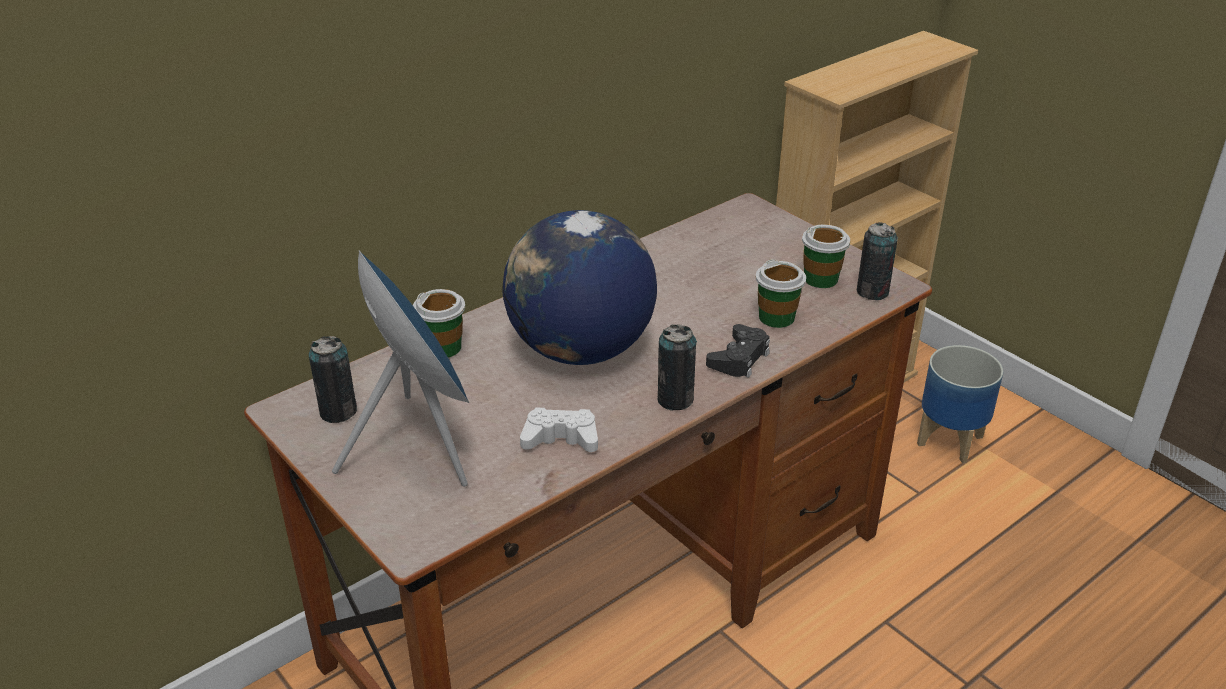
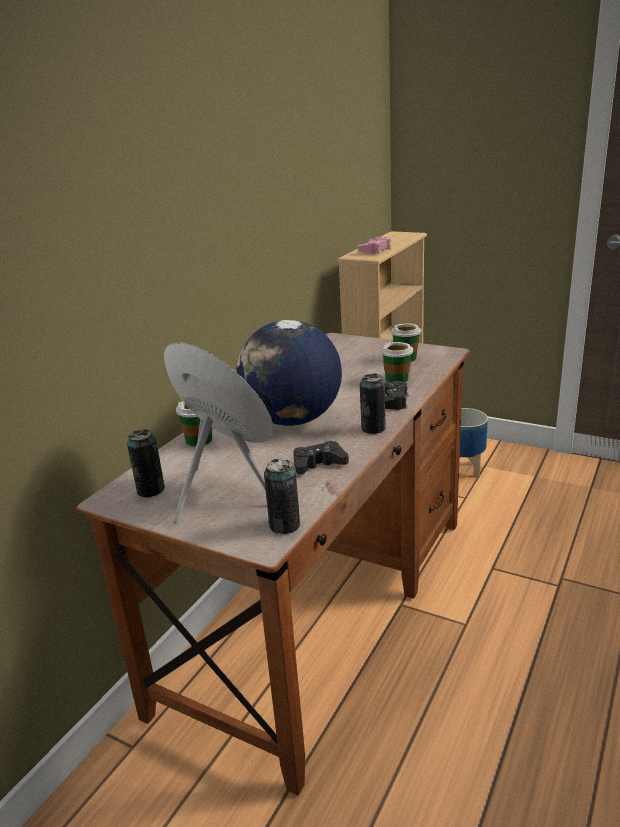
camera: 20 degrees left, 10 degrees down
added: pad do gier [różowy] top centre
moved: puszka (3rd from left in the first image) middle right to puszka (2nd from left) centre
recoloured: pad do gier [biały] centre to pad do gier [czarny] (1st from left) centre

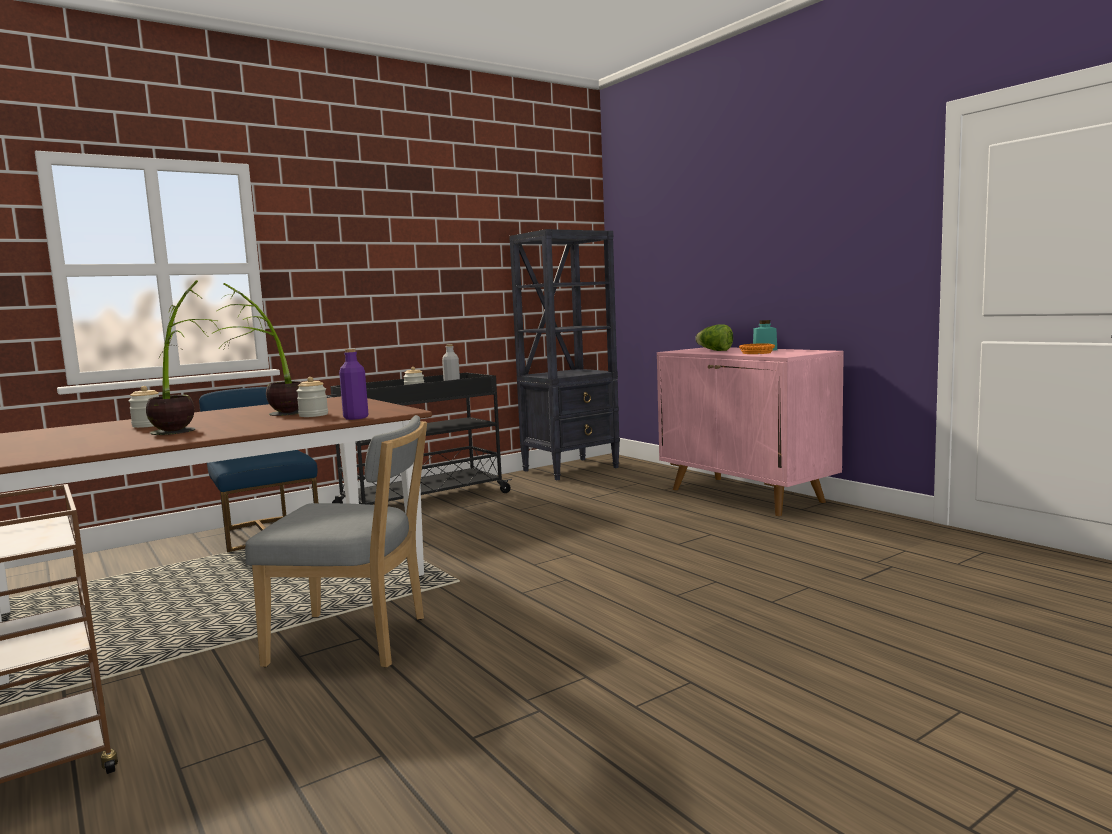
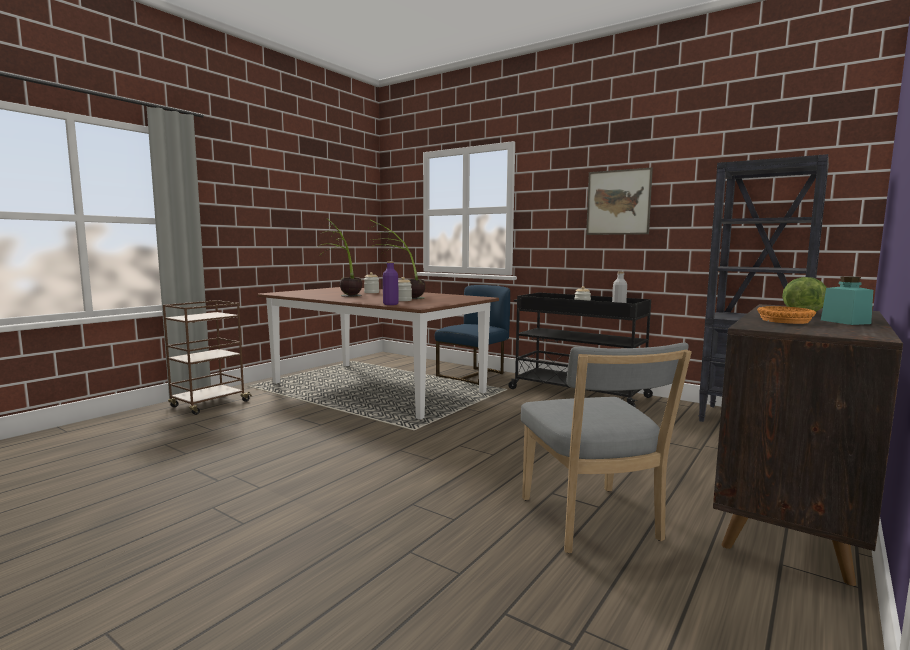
camera: 70 degrees right, 0 degrees up
added: obraz top right
moved: krzesło [szary] middle left to bottom centre
recoloured: szafka [różowy] middle right to szafka [brązowy] bottom right

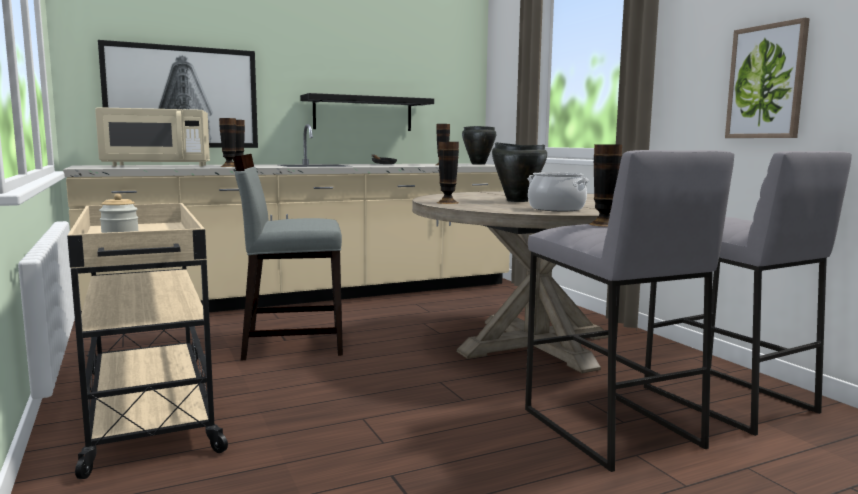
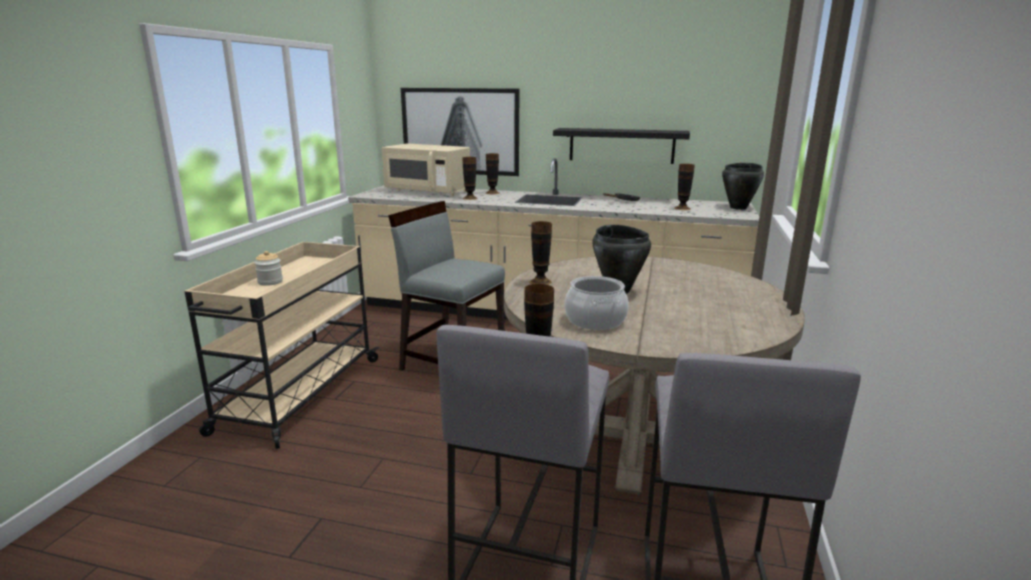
camera: 40 degrees right, 10 degrees up
removed: obraz (2nd from left) top right

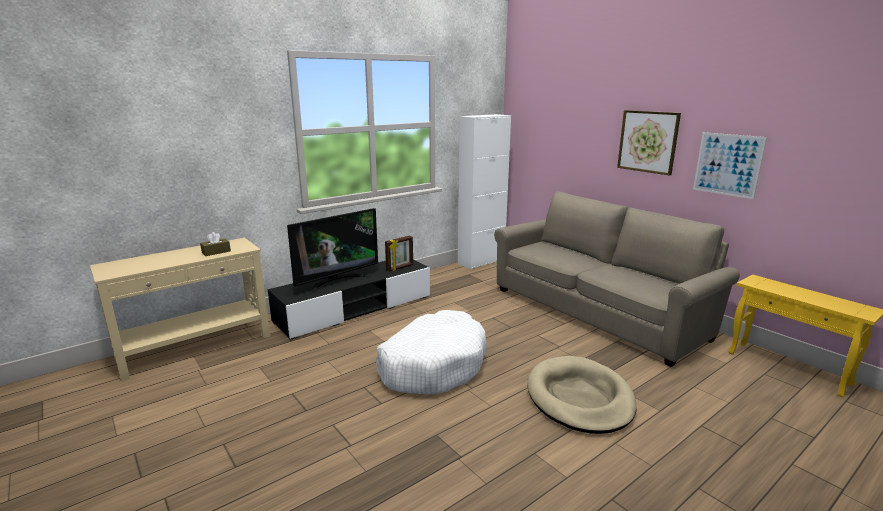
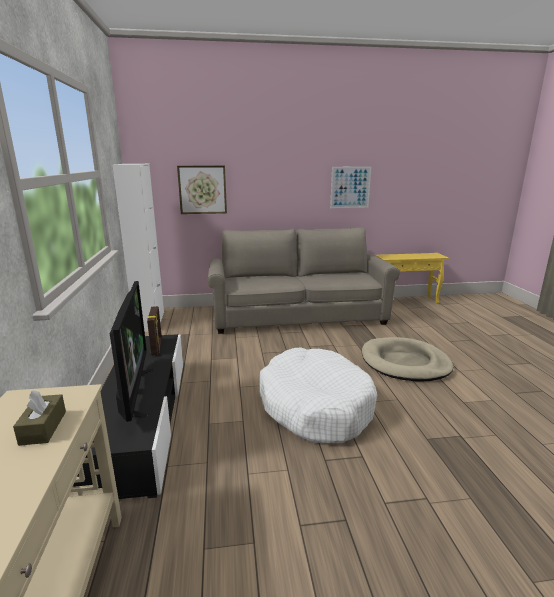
camera: 60 degrees left, 0 degrees up
moved: obraz (1st from left) top right to top centre

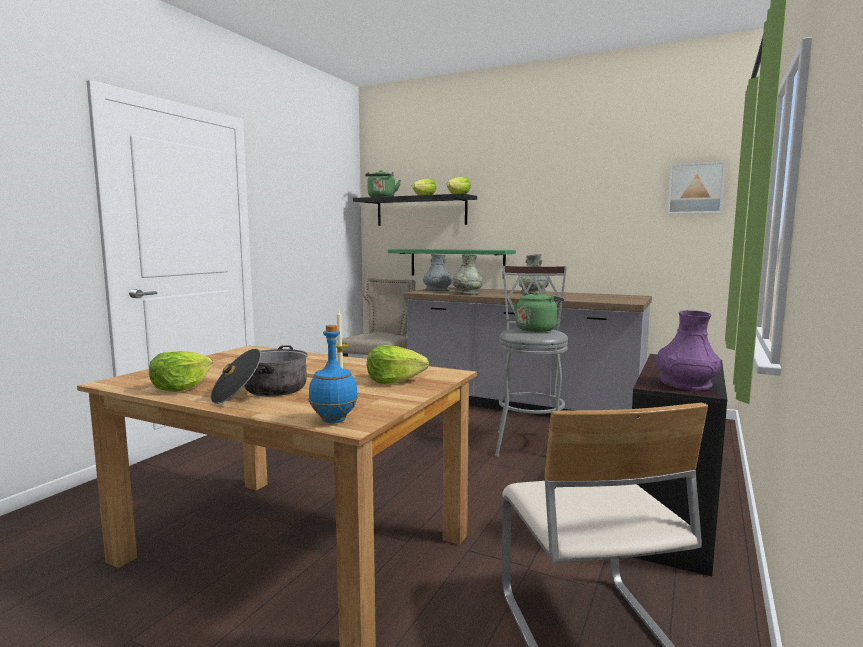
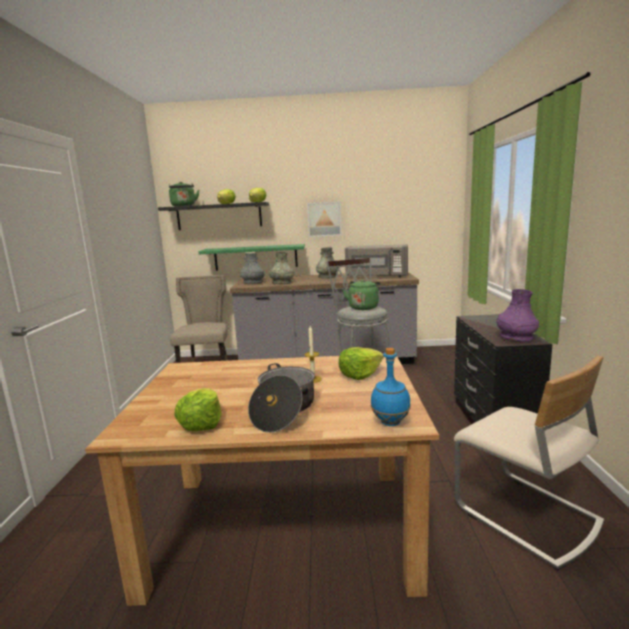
camera: 25 degrees left, 5 degrees up
added: mikrofalówka [szary] centre
moved: obraz top right to centre

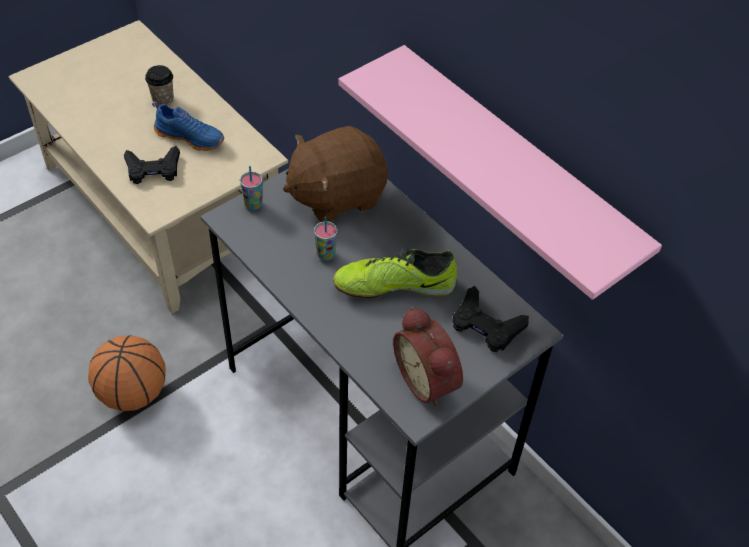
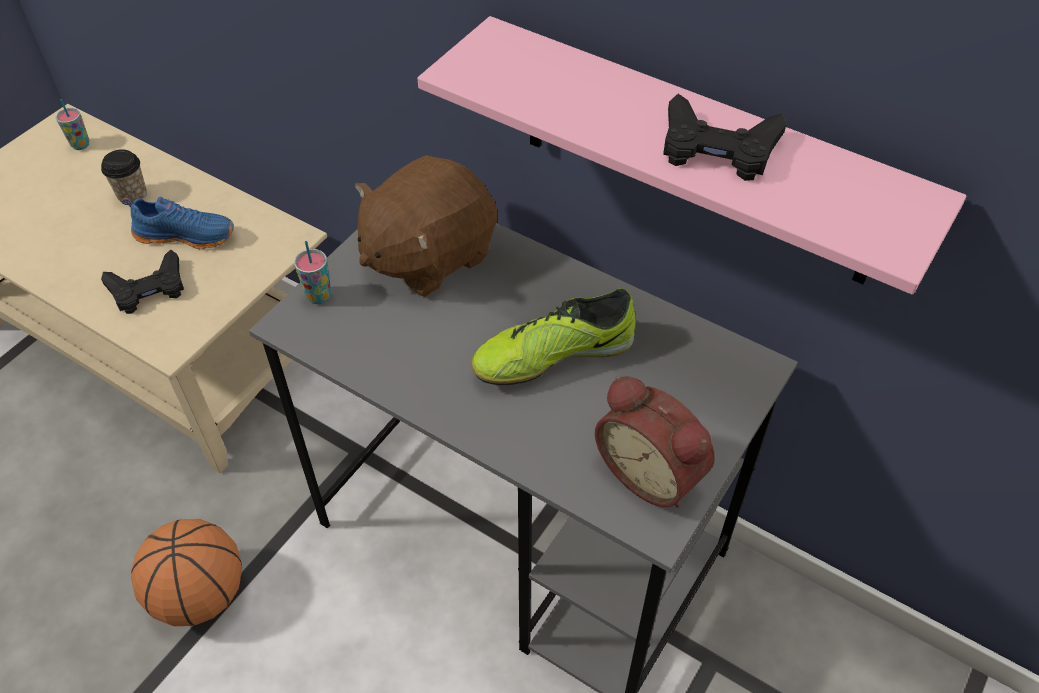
camera: 15 degrees left, 0 degrees up
moved: filiżanka (3rd from left in the first image) centre to filiżanka (1st from left) top left; pad do gier [czarny] (2nd from left) centre to top right

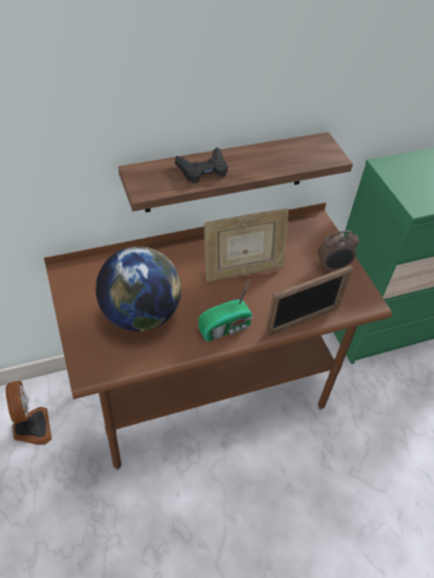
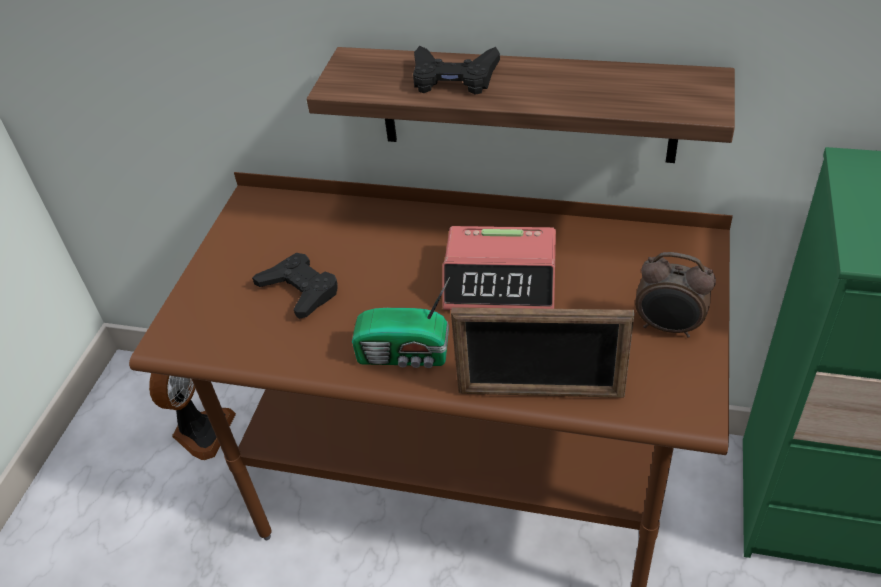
camera: 40 degrees right, 5 degrees down
replaced: globus middle left to pad do gier [czarny] (1st from left) centre; ramka na zdjęcie (1st from left) centre to budzik (1st from left) centre

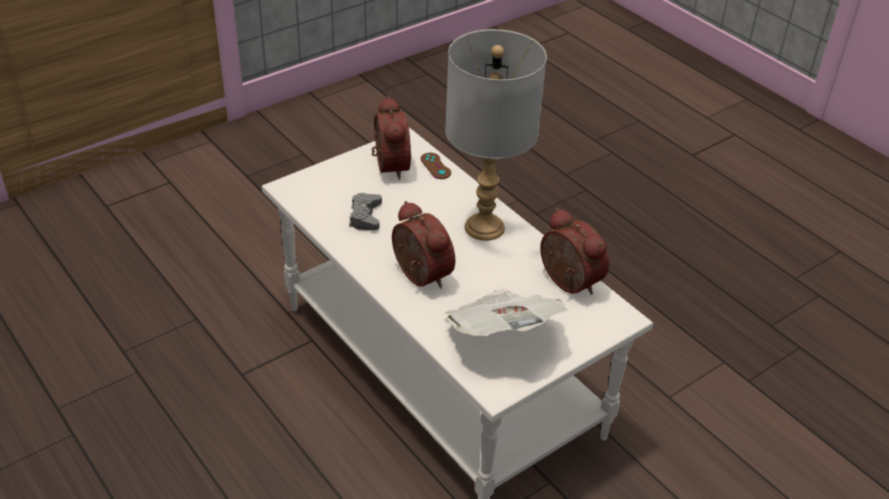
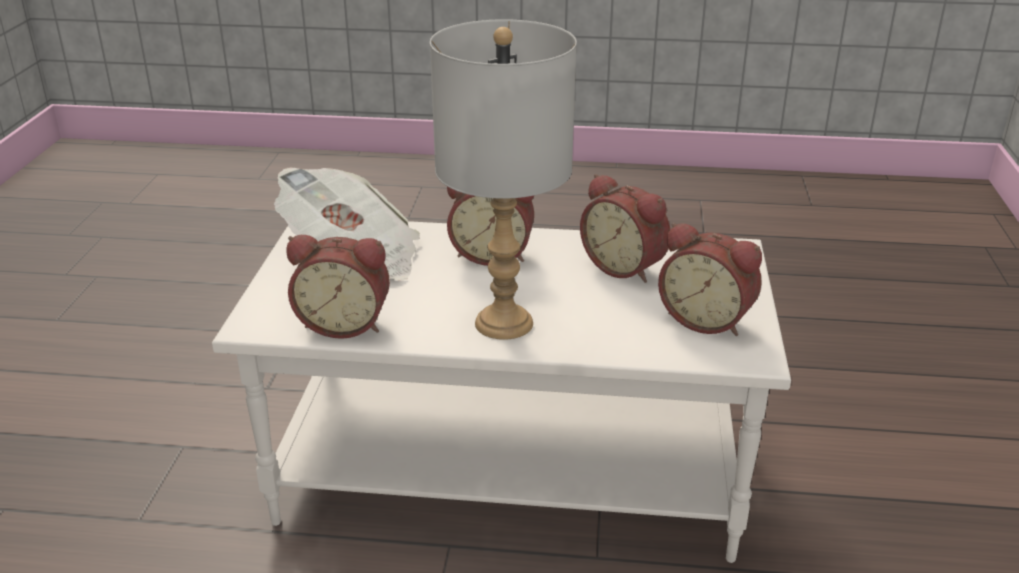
camera: 135 degrees right, 10 degrees down
removed: pad do gier [brązowy] top centre
replaced: pad do gier [szary] centre to budzik (3rd from left) centre

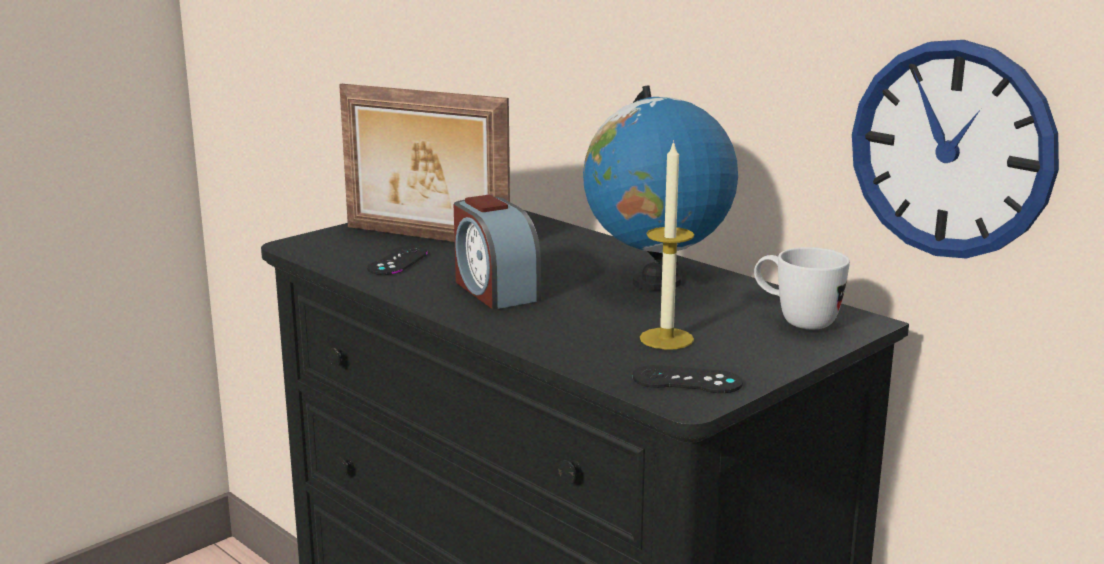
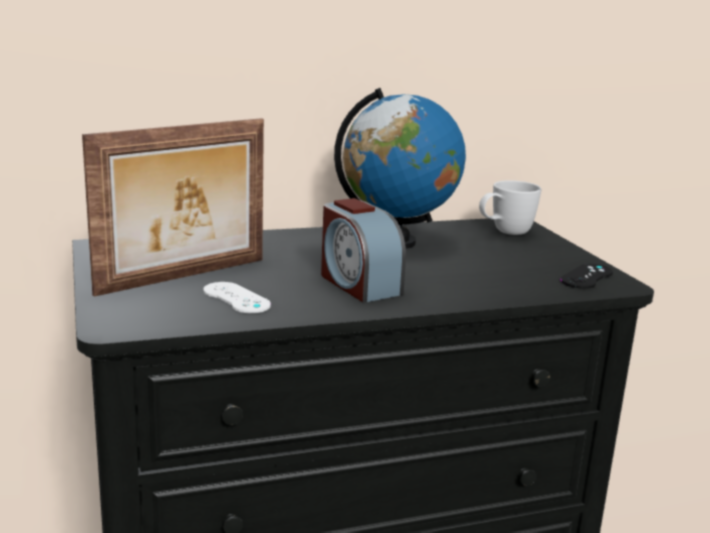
camera: 65 degrees left, 0 degrees up
removed: świeca centre; zegar ścienny top right
recoloured: pad do gier [czarny] (1st from left) centre to pad do gier [biały] centre
turned: budzik centre = centre 60 degrees clockwise

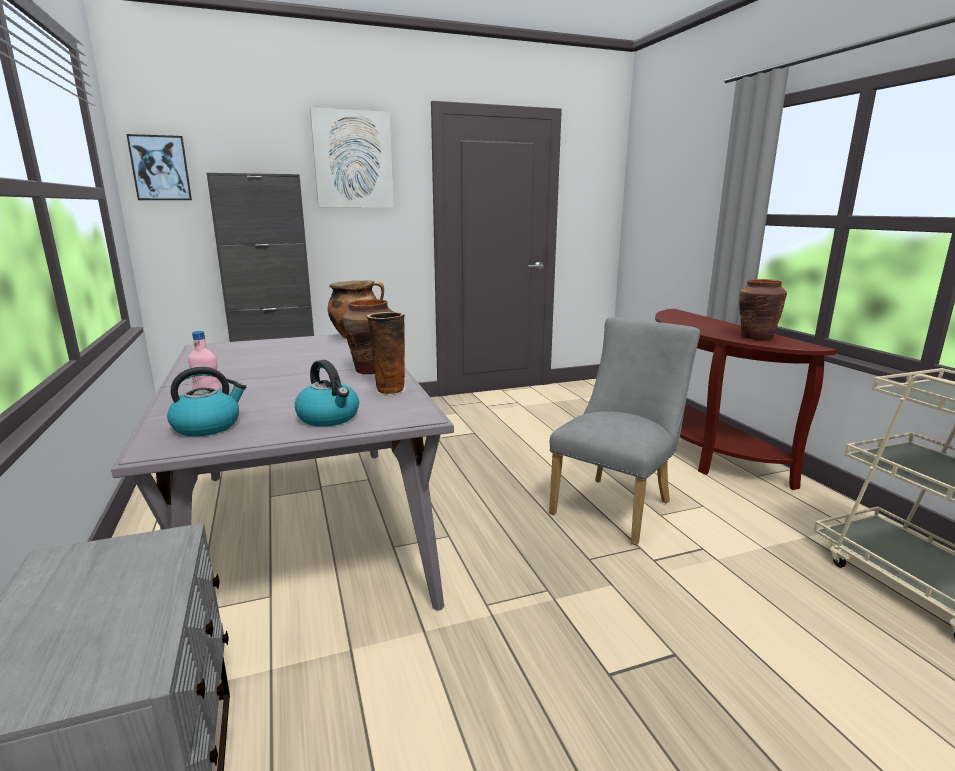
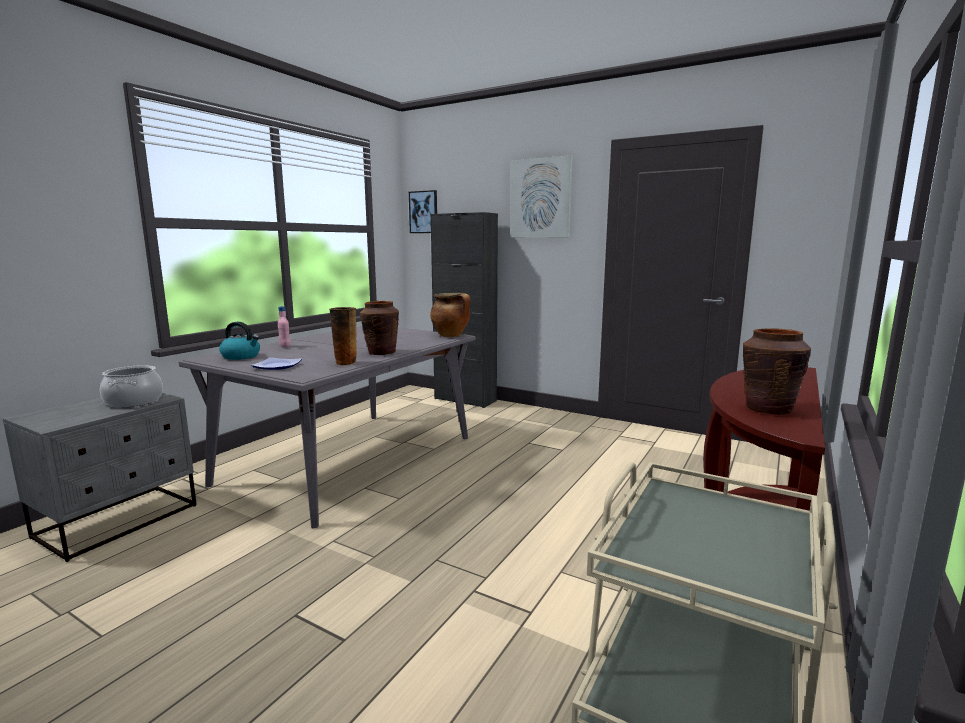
camera: 50 degrees right, 5 degrees down
removed: krzesło [szary] centre
added: garnek (1st from left) middle left
replaced: czajnik (2nd from left) centre to talerz middle left

